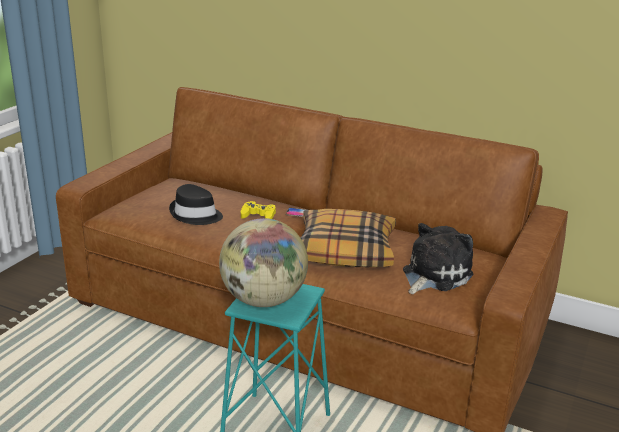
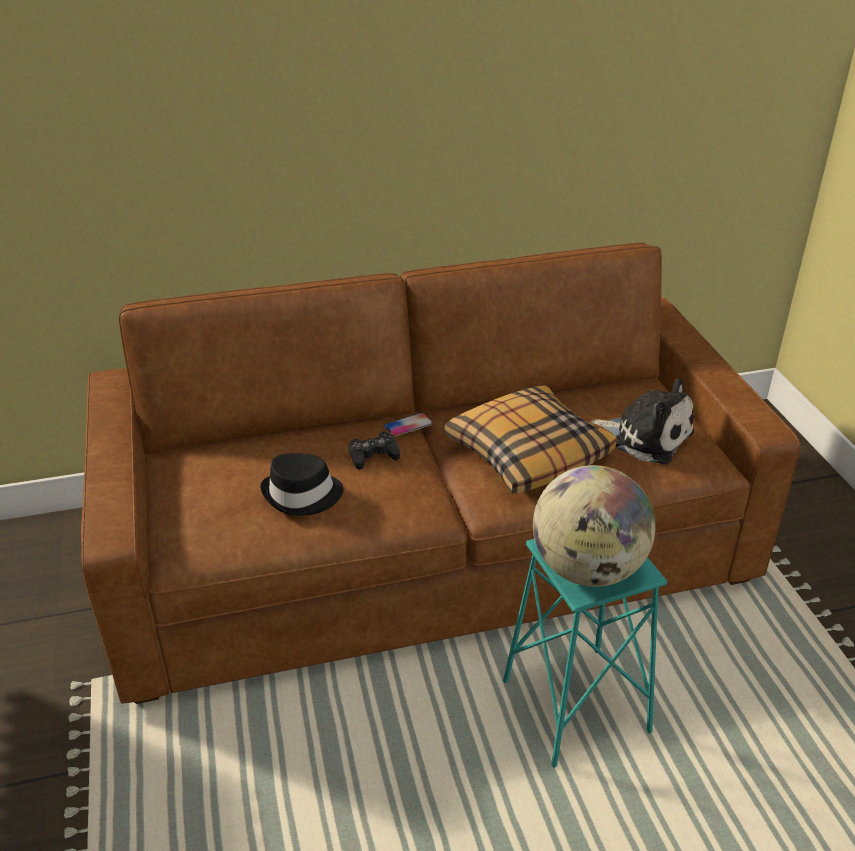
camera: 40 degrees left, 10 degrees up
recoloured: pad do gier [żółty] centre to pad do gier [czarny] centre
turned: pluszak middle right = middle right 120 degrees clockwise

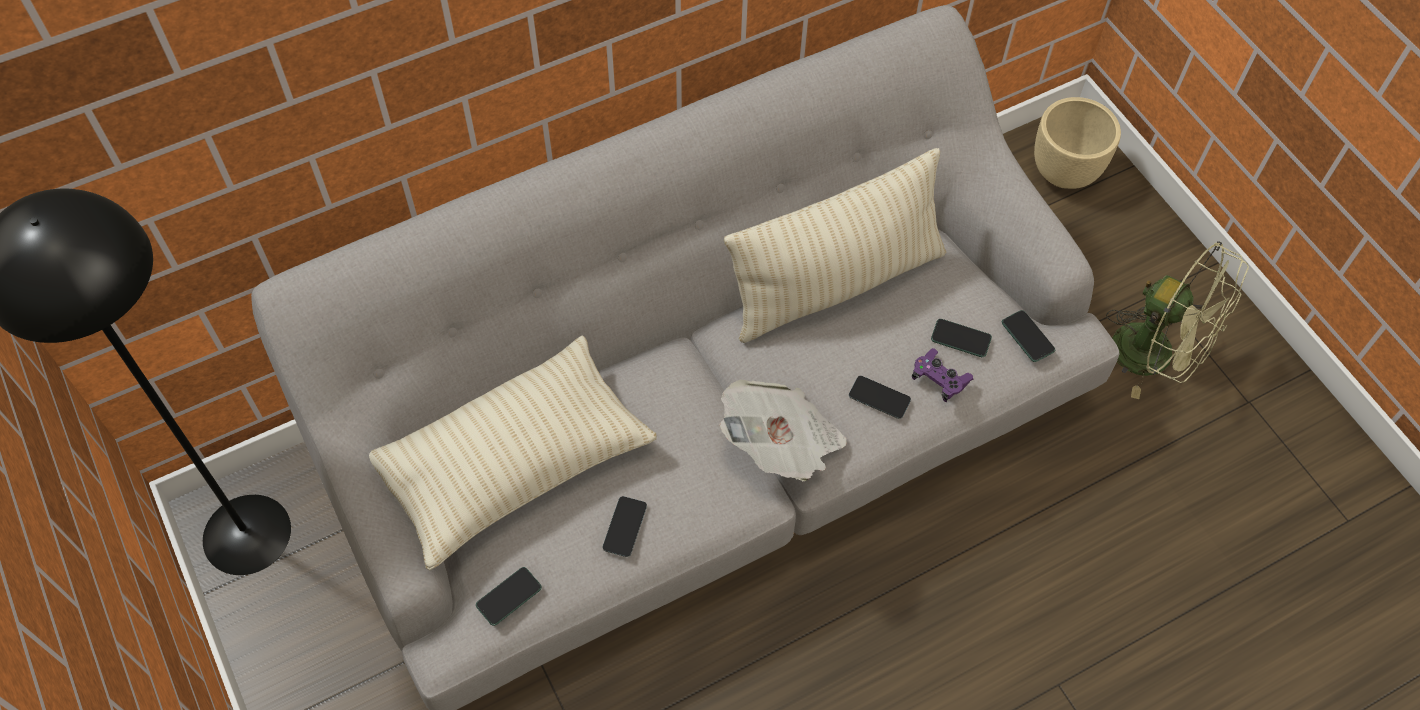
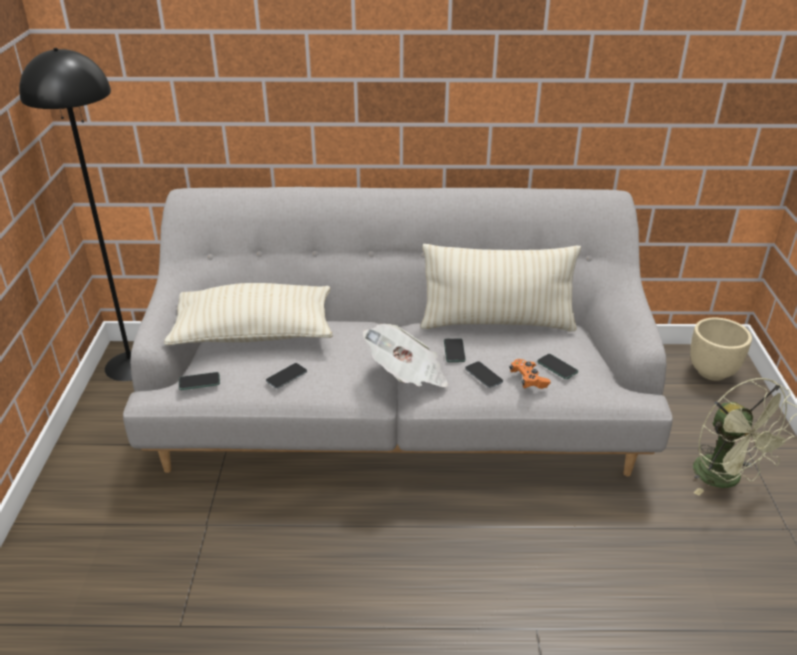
camera: 30 degrees right, 25 degrees down
moved: telefon (5th from left in the first image) middle right to telefon (3rd from left) centre
recoloured: pad do gier [fioletowy] centre to pad do gier [pomarańczowy] centre

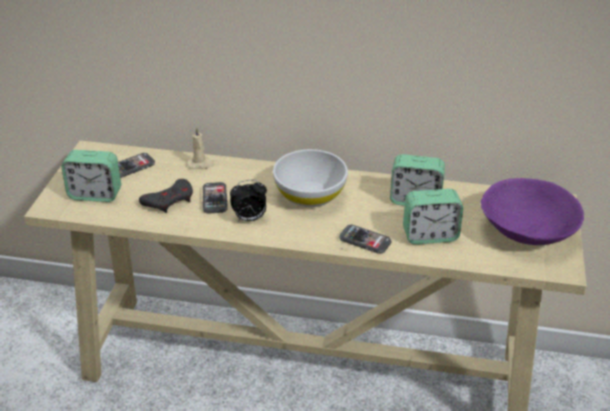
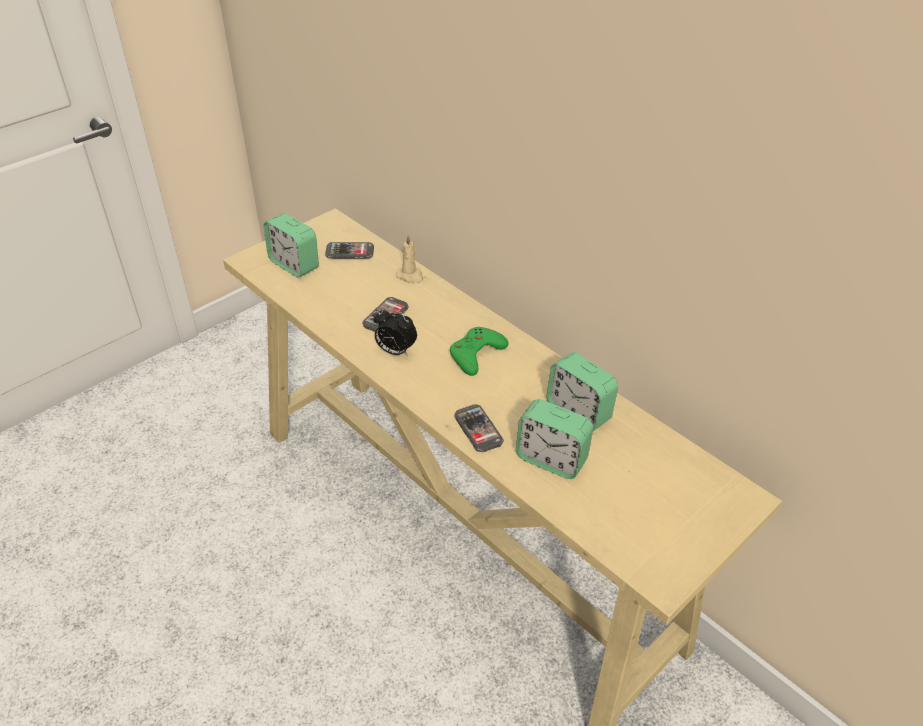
camera: 35 degrees right, 5 degrees up
removed: pad do gier [szary] middle left; miska [fioletowy] middle right
replaced: miska [biały] centre to pad do gier [zielony] centre

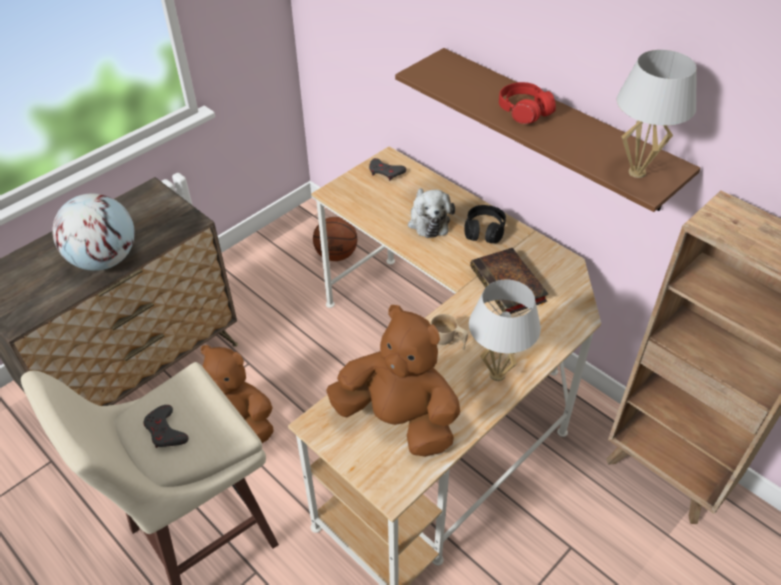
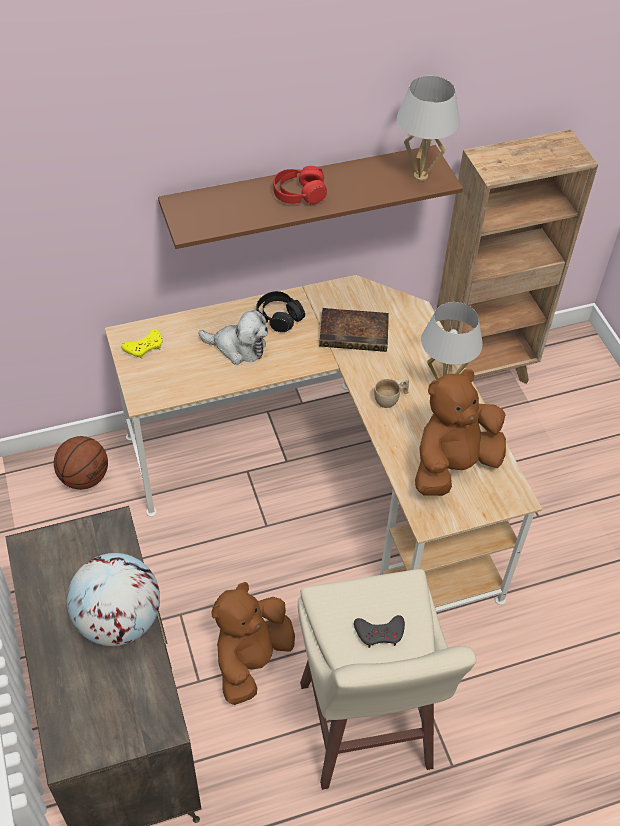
camera: 65 degrees left, 5 degrees up
recoloured: pad do gier [szary] (2nd from left) top centre to pad do gier [żółty] middle left

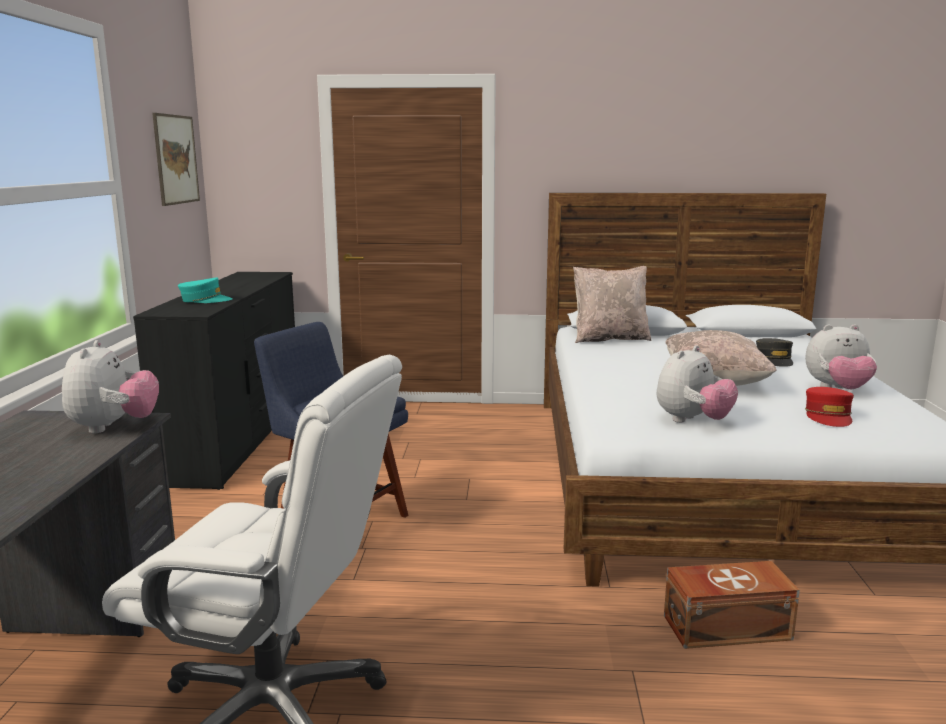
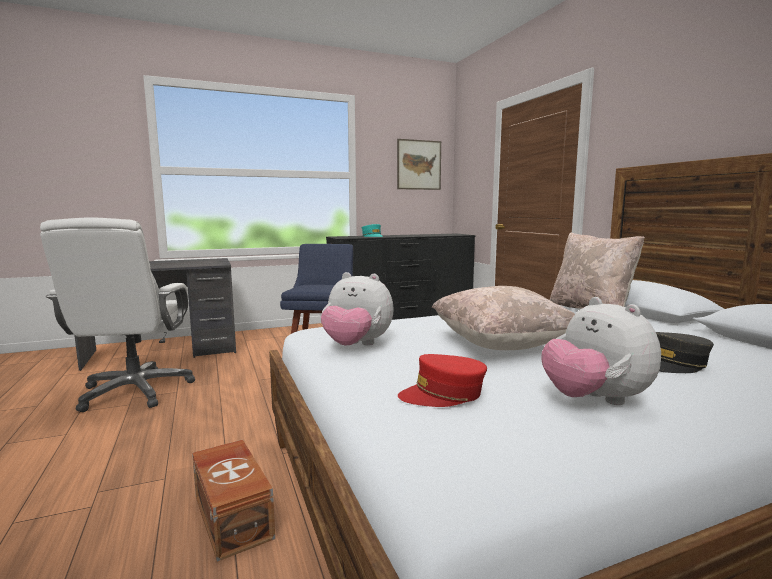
camera: 65 degrees right, 5 degrees down
removed: pluszak (1st from left) middle left

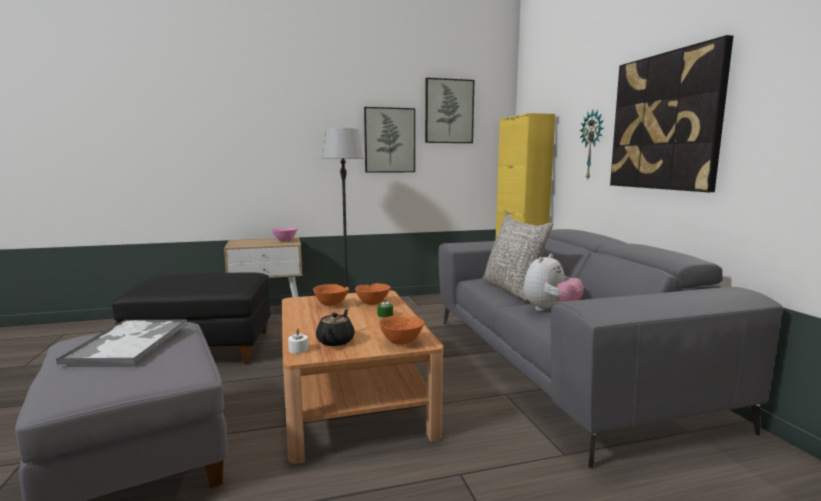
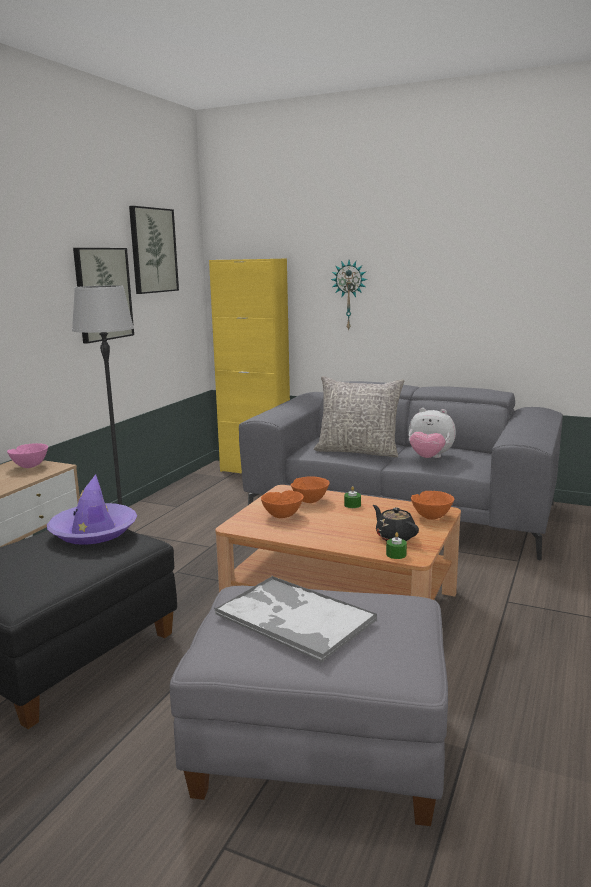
camera: 50 degrees left, 5 degrees up
removed: obraz (3rd from left) top right
added: kapelusz [fioletowy] middle left
recoloured: świeca [biały] bottom centre to świeca [zielony] (2nd from left) middle right
turned: pluszak middle right = middle right 120 degrees clockwise

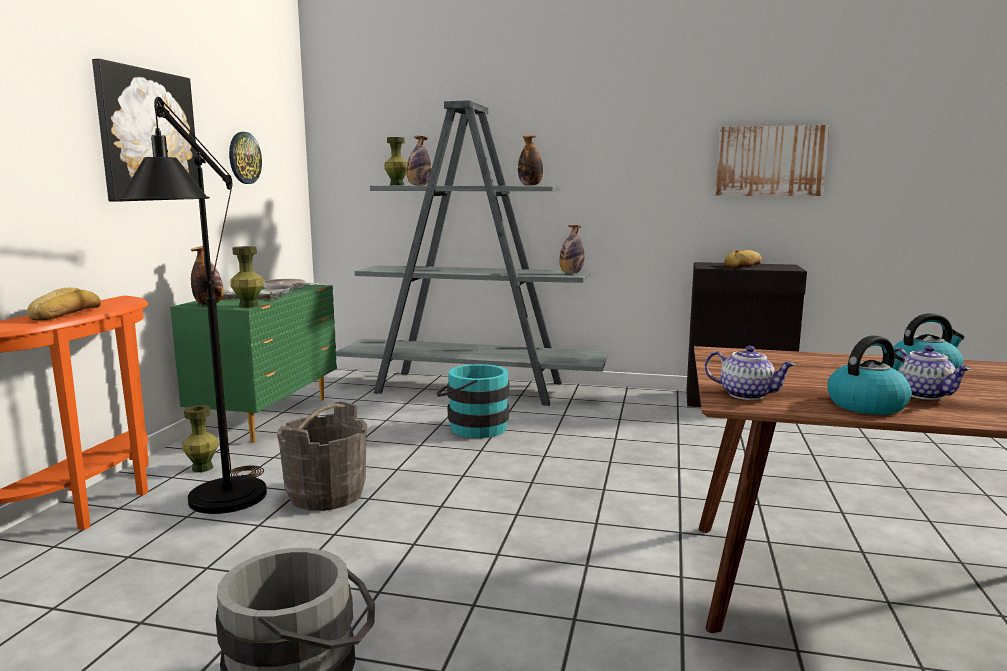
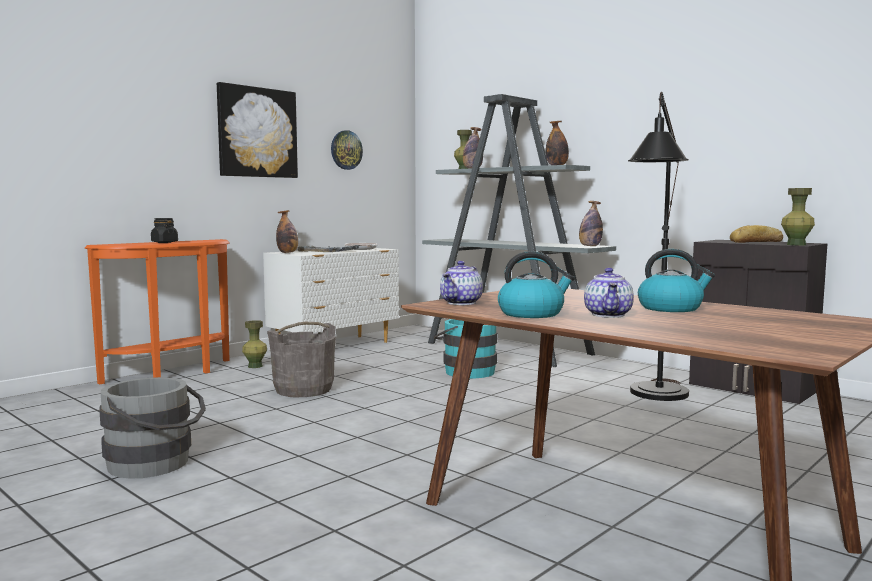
camera: 30 degrees right, 5 degrees down
removed: obraz (2nd from left) top right
moved: lampa stojąca [czarny] middle left to middle right; wazon [zielony] (2nd from left in the first image) middle left to wazon [zielony] (3rd from left) middle right
replaced: chleb (1st from left) middle left to słoik [czarny] middle left
recoloured: komoda [zielony] middle left to komoda [biały] centre
turned: imbryk (1st from left) middle right = centre 60 degrees clockwise

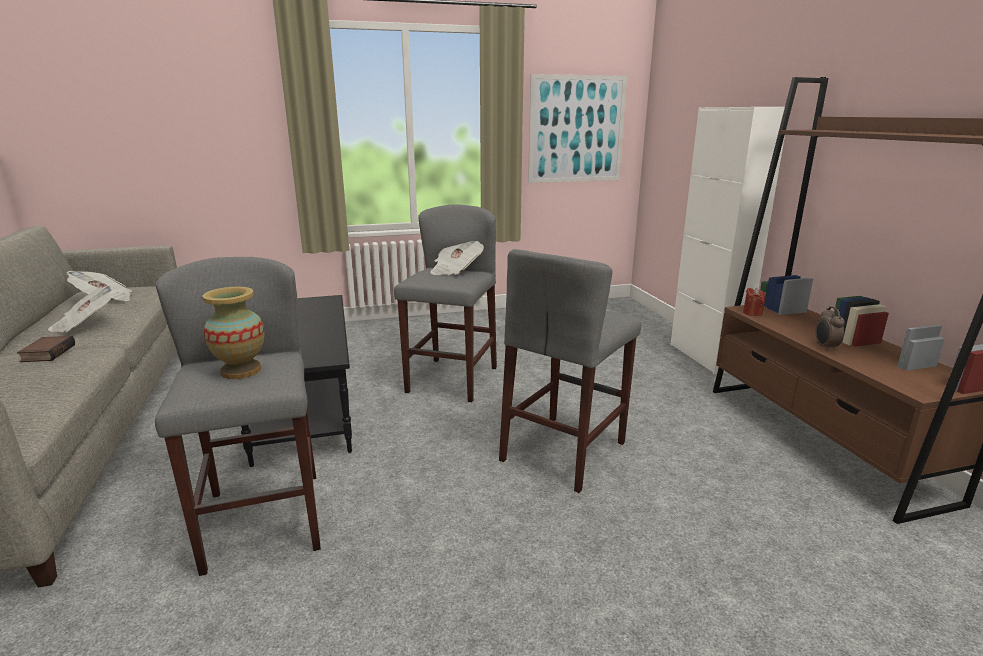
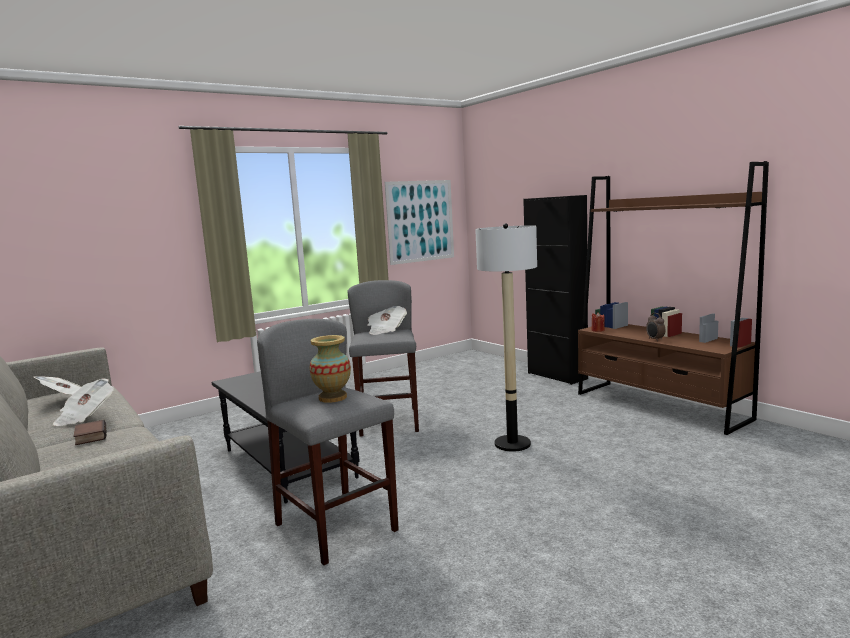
camera: 20 degrees left, 10 degrees down
replaced: stołek [szary] (3rd from left) centre to lampa stojąca centre
recoloured: szafka [biały] middle right to szafka [czarny] centre

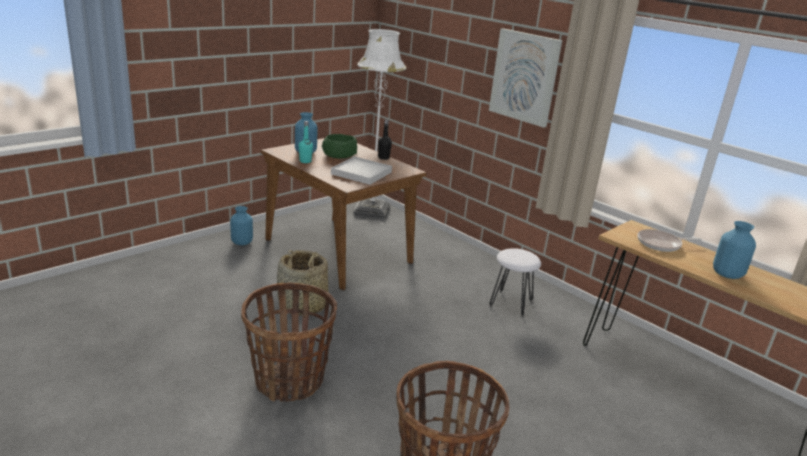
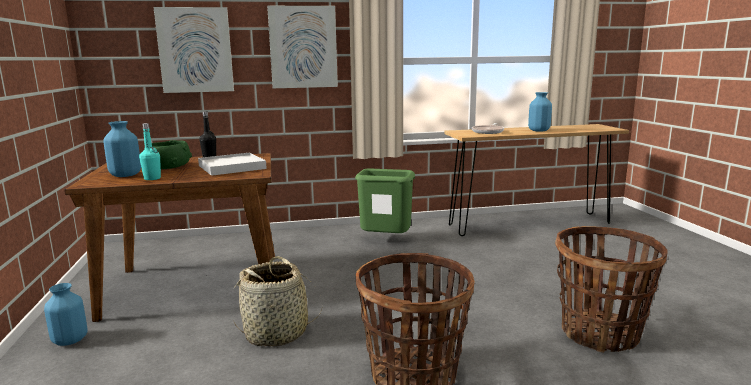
camera: 55 degrees left, 10 degrees down
removed: lampa stojąca [biały] top centre
added: obraz (1st from left) top left
replaced: stołek [biały] centre to kosz na śmieci [zielony] centre

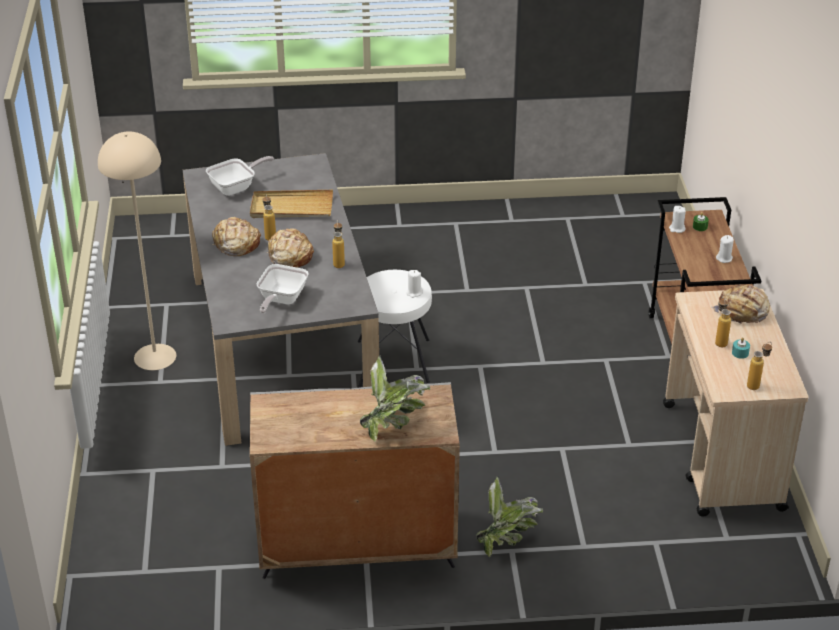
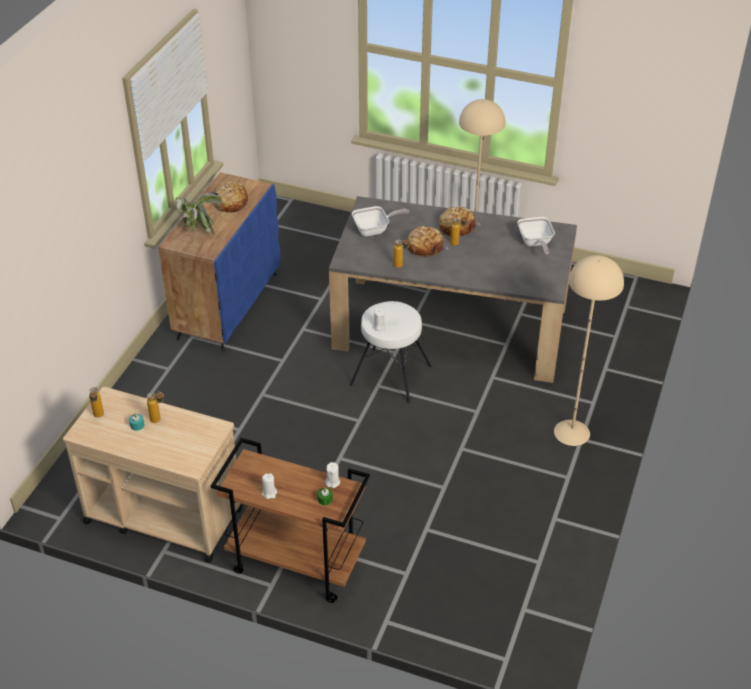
camera: 115 degrees right, 5 degrees up
removed: taca [beżowy] top centre; roślina doniczkowa (2nd from left) bottom centre
added: lampa stojąca [beżowy] (2nd from left) middle right
moved: chleb (3rd from left in the first image) middle right to chleb (1st from left) top left
recoloured: szafka [szary] bottom centre to szafka [niebieski] middle left
turned: patelnia (2nd from left in the first image) centre = top centre 120 degrees clockwise

